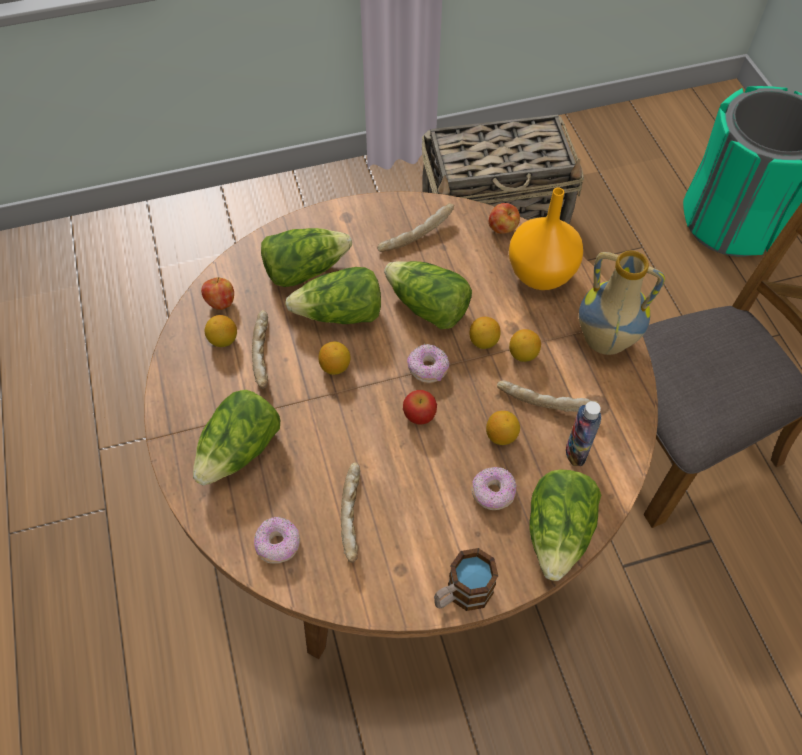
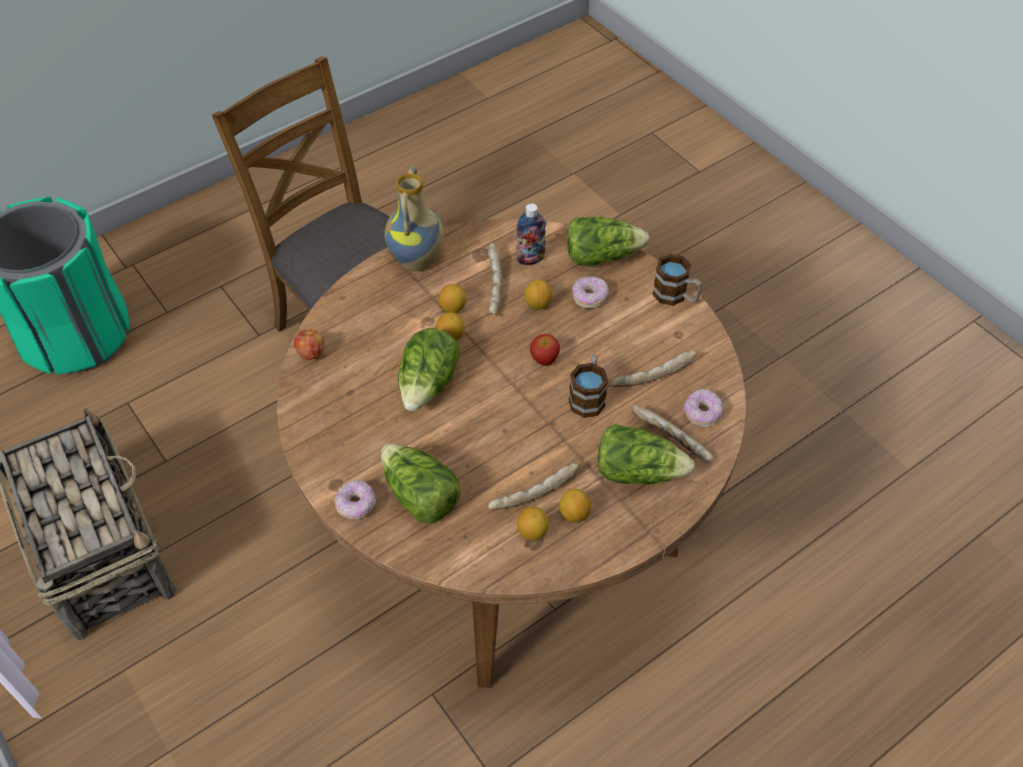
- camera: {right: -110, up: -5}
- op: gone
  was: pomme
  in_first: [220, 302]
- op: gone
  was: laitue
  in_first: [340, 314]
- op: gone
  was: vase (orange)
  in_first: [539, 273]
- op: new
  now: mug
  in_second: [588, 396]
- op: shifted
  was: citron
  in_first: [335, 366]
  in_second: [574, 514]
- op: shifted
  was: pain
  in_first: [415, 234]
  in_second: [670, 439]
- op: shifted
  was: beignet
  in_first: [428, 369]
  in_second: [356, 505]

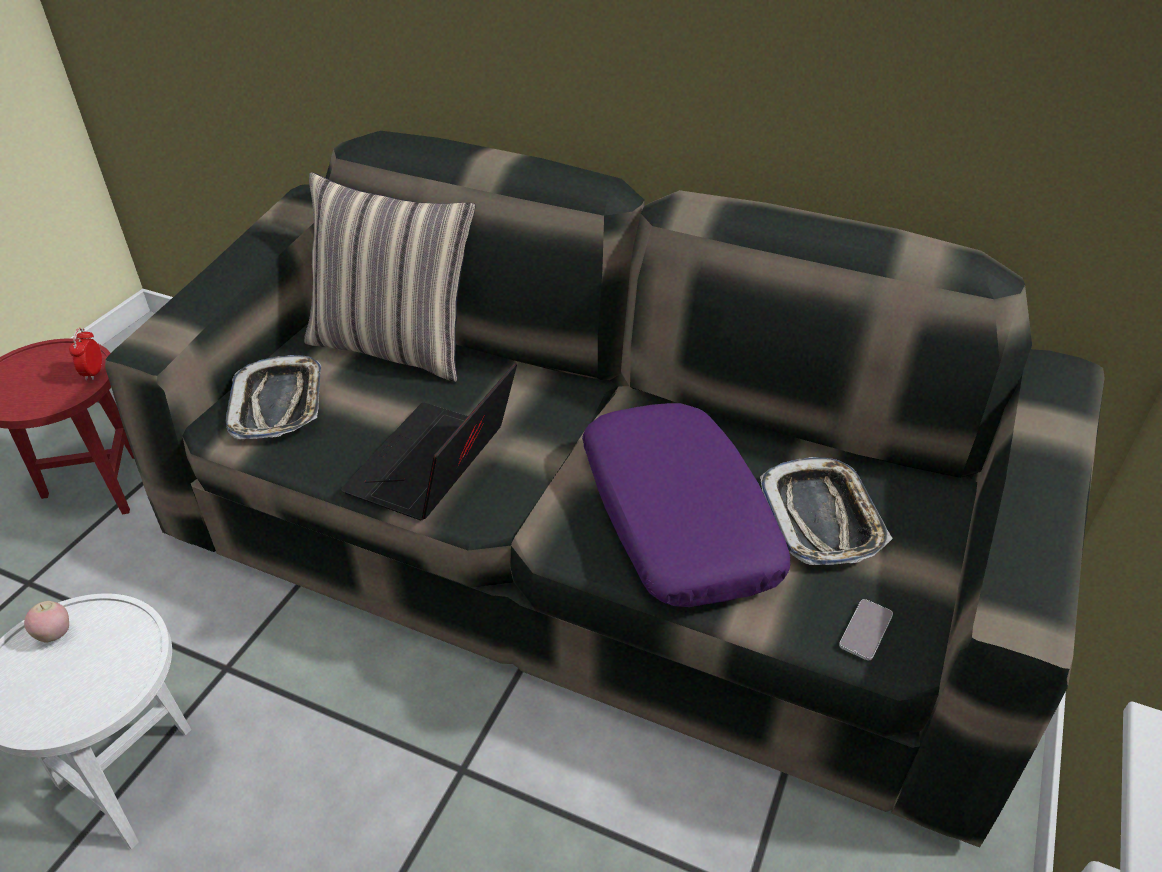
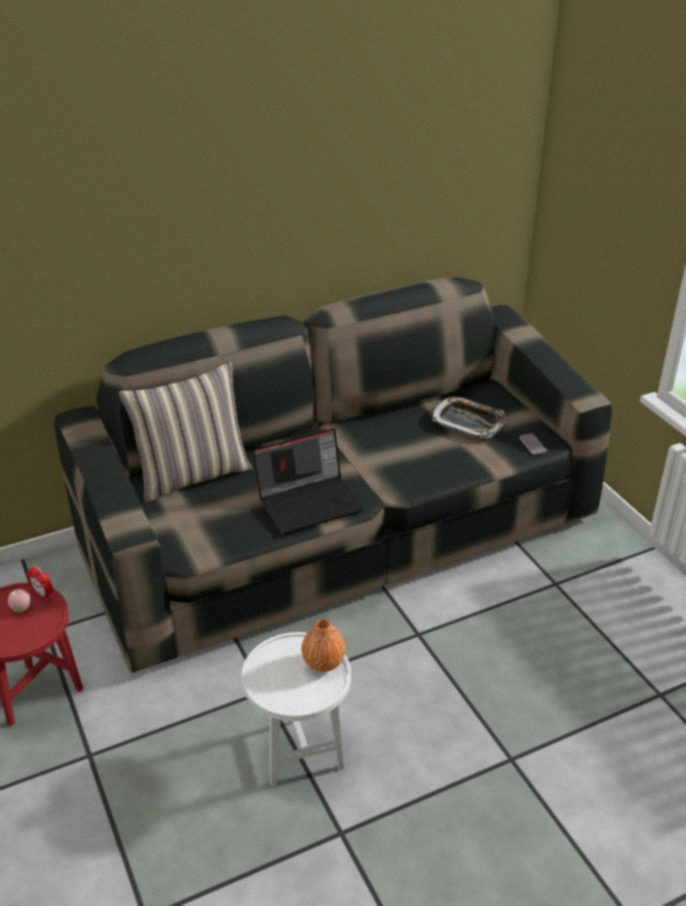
- camera: {right: -50, up: -5}
- op: gone
  was: plateau
  in_first: [279, 404]
- op: gone
  was: coussin (violet)
  in_first: [675, 518]
- op: new
  now: vase (orange)
  in_second: [323, 662]
- op: shifted
  was: pomme
  in_first: [55, 634]
  in_second: [21, 609]
- op: rotated
  was: ordinateur portable
  in_first: [434, 467]
  in_second: [310, 502]
  clockwise: -90

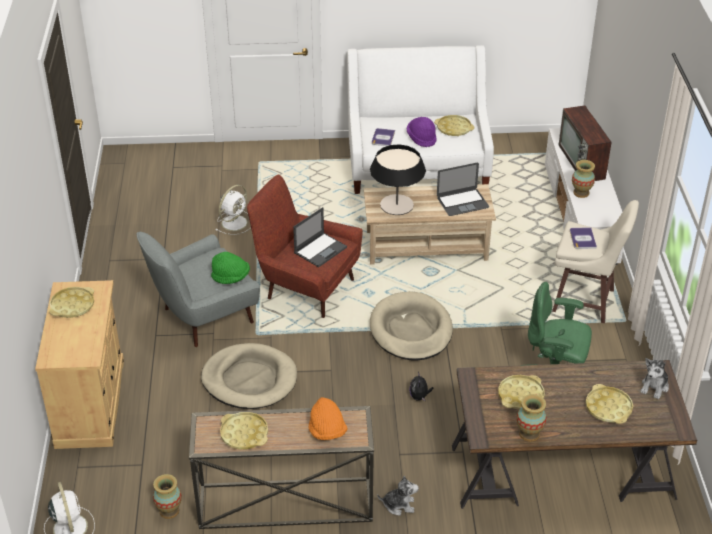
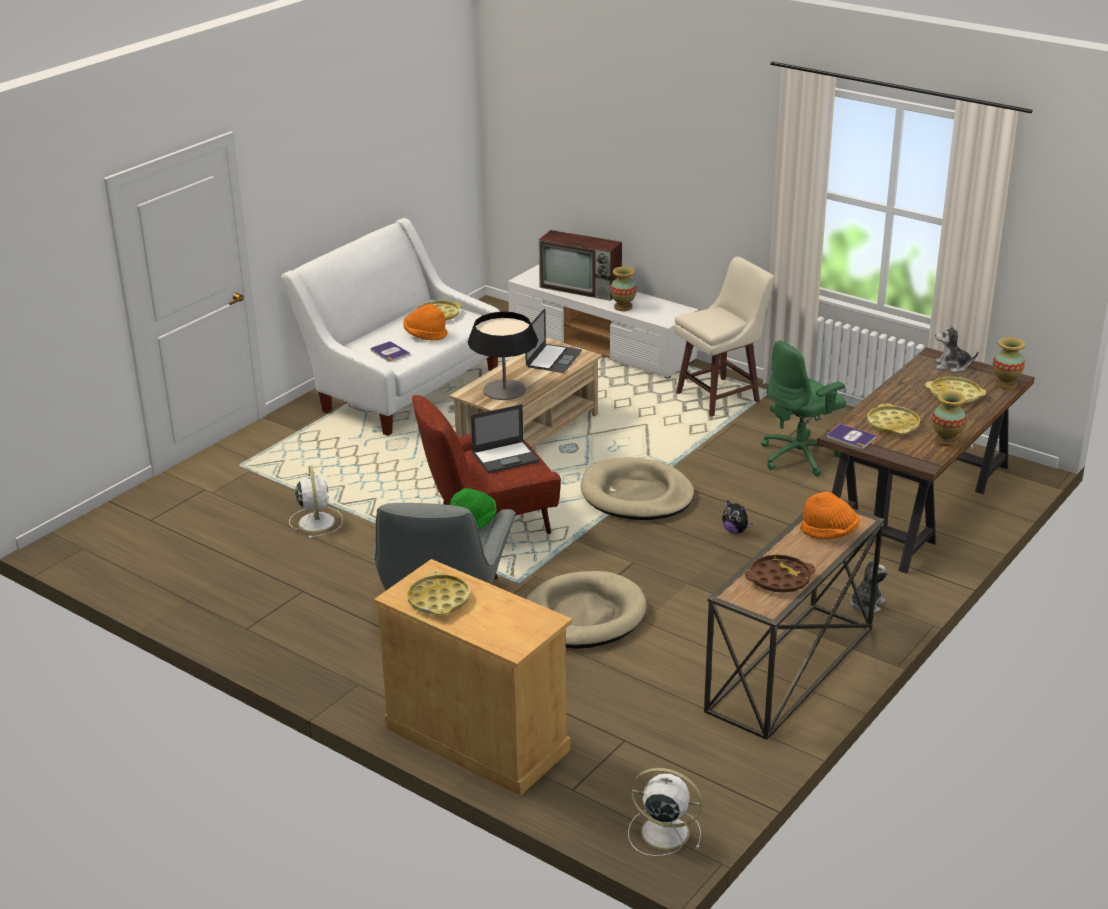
- camera: {right: -50, up: -10}
- op: shifted
  was: vase
  in_first: [169, 511]
  in_second: [1005, 384]
- op: shifted
  was: livre
  in_first: [582, 238]
  in_second: [851, 437]
- op: repainted
  was: plateau (jaune)
  now: plateau (marron)
  in_first: [244, 434]
  in_second: [779, 579]
- op: repainted
  was: chapeau (violet)
  now: chapeau (orange)
  in_first: [421, 138]
  in_second: [425, 335]
- op: rotated
  was: ordinateur portable
  in_first: [320, 249]
  in_second: [506, 457]
  clockwise: 75
- op: rotated
  was: peluche
  in_first: [654, 387]
  in_second: [952, 366]
  clockwise: 120

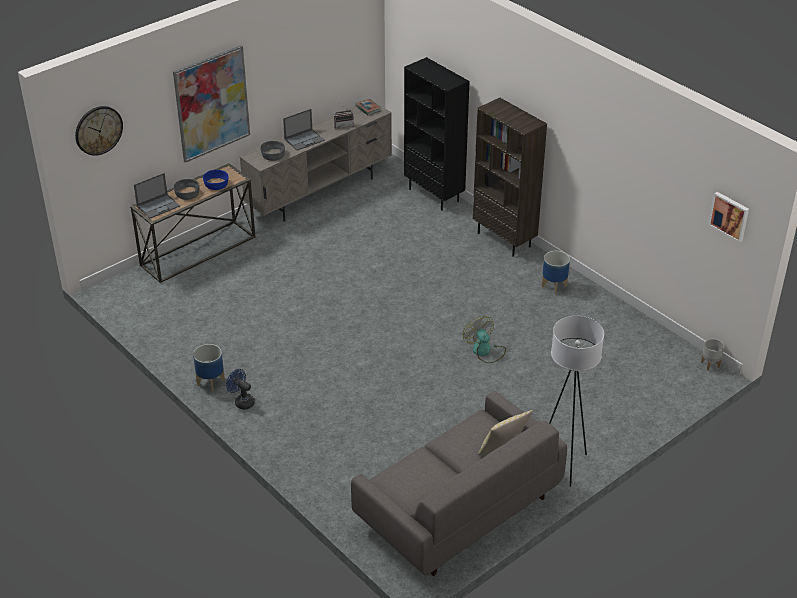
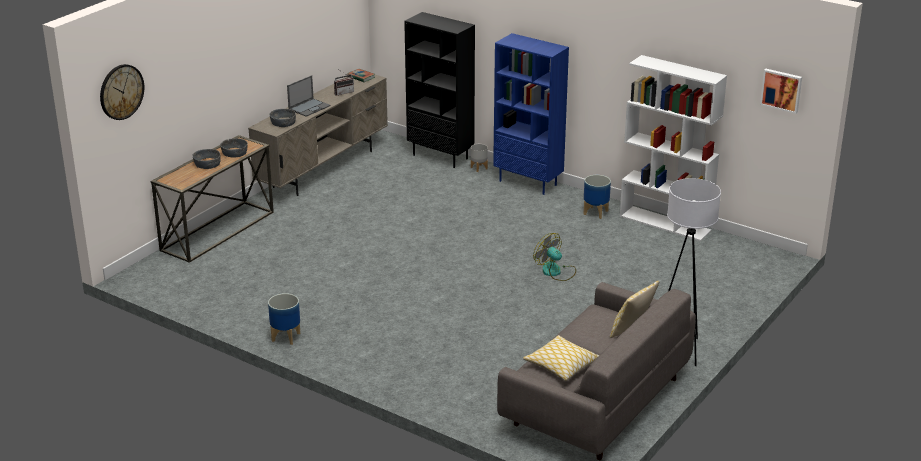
- camera: {right: -15, up: -10}
- op: gone
  was: ordinateur portable
  in_first: [158, 206]
- op: gone
  was: tableau
  in_first: [212, 103]
- op: gone
  was: ventilateur (bleu)
  in_first: [242, 401]
- op: new
  now: coussin
  in_second: [561, 365]
- op: new
  now: bibliothèque (blanc)
  in_second: [665, 223]
- op: shifted
  was: cache-pot (gris)
  in_first: [710, 365]
  in_second: [479, 168]
- op: repainted
  was: bol (bleu)
  now: bol (gris)
  in_first: [216, 184]
  in_second: [235, 153]
- op: repainted
  was: bibliothèque (marron)
  now: bibliothèque (bleu)
  in_first: [504, 240]
  in_second: [528, 183]

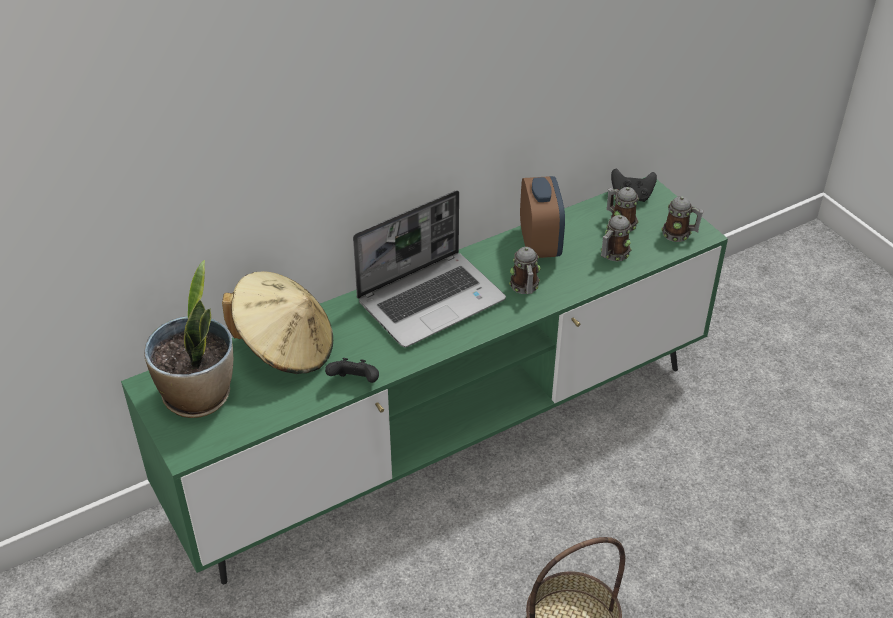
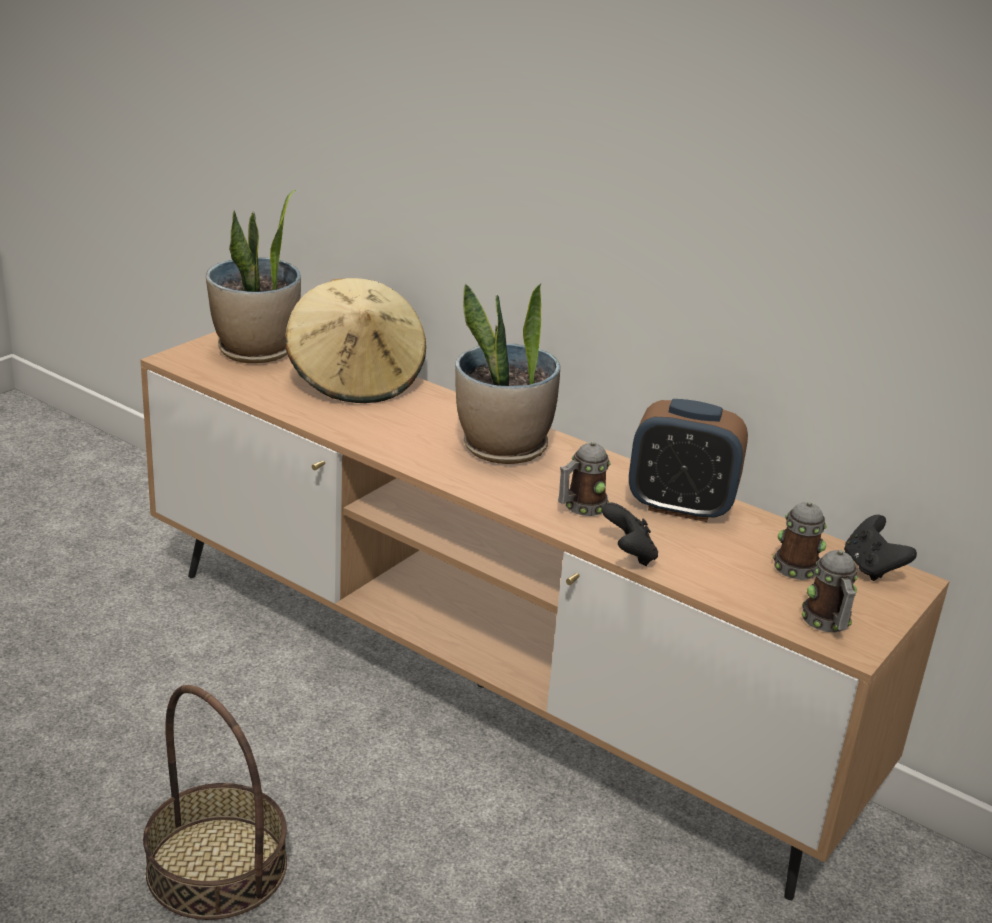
- camera: {right: 65, up: -15}
- op: gone
  was: mug
  in_first: [613, 255]
- op: shifted
  was: manette (noir)
  in_first: [355, 382]
  in_second: [629, 555]
- op: swapped
  was: ordinateur portable
  now: plante en pot
  in_first: [432, 299]
  in_second: [503, 448]
- op: repainted
  was: meuble télé (vert)
  now: meuble télé (marron)
  in_first: [444, 440]
  in_second: [481, 685]
- op: rotated
  was: réveil
  in_first: [540, 245]
  in_second: [680, 507]
  clockwise: 45

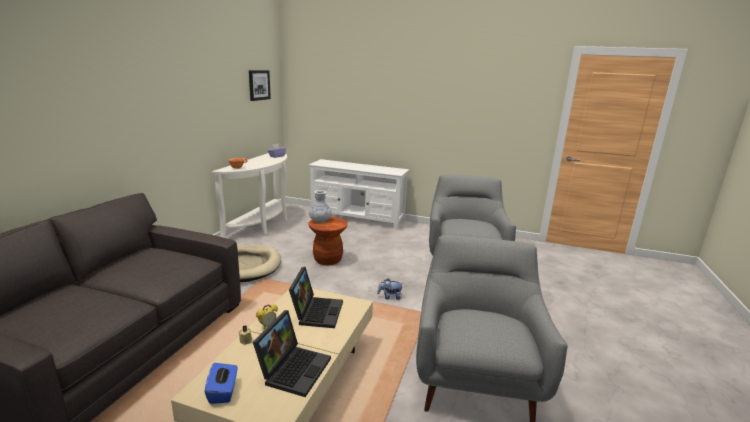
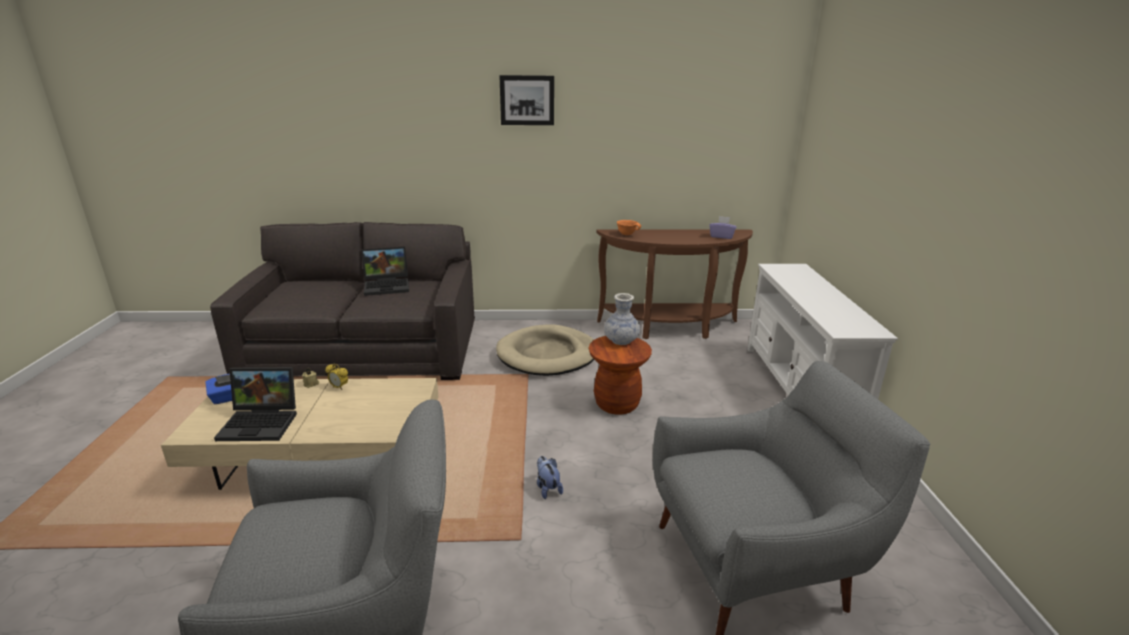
- camera: {right: 70, up: 5}
- op: shifted
  was: tableau
  in_first: [259, 85]
  in_second: [527, 100]
- op: shifted
  was: ordinateur portable
  in_first: [316, 311]
  in_second: [388, 286]
- op: repainted
  was: table console (blanc)
  now: table console (marron)
  in_first: [263, 225]
  in_second: [670, 328]

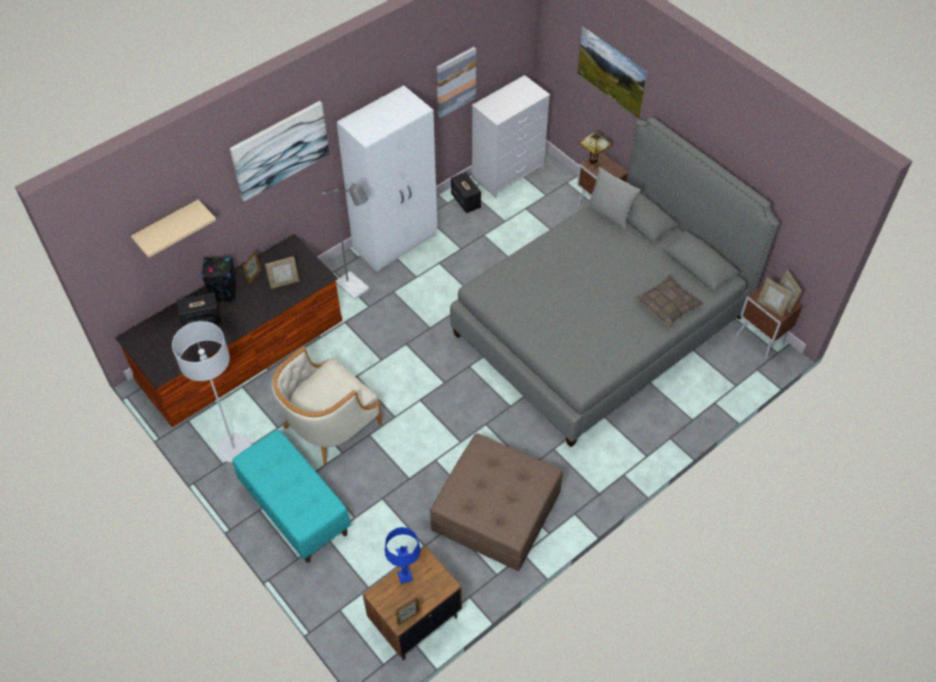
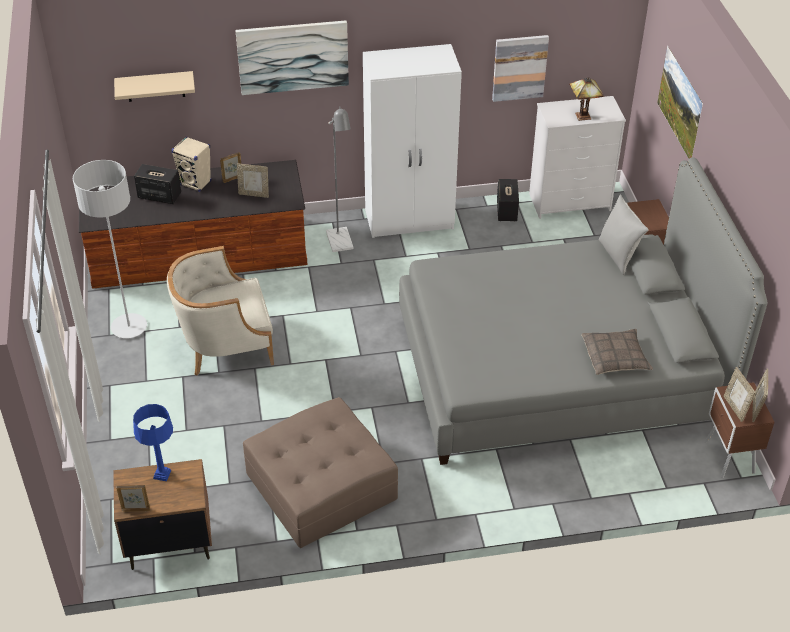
- camera: {right: 30, up: -10}
- op: gone
  was: banc (turquoise)
  in_first: [294, 509]
- op: shifted
  was: lampe de table
  in_first: [591, 163]
  in_second: [582, 115]
- op: repainted
  was: enceinte (noir)
  now: enceinte (beige)
  in_first: [225, 294]
  in_second: [196, 183]

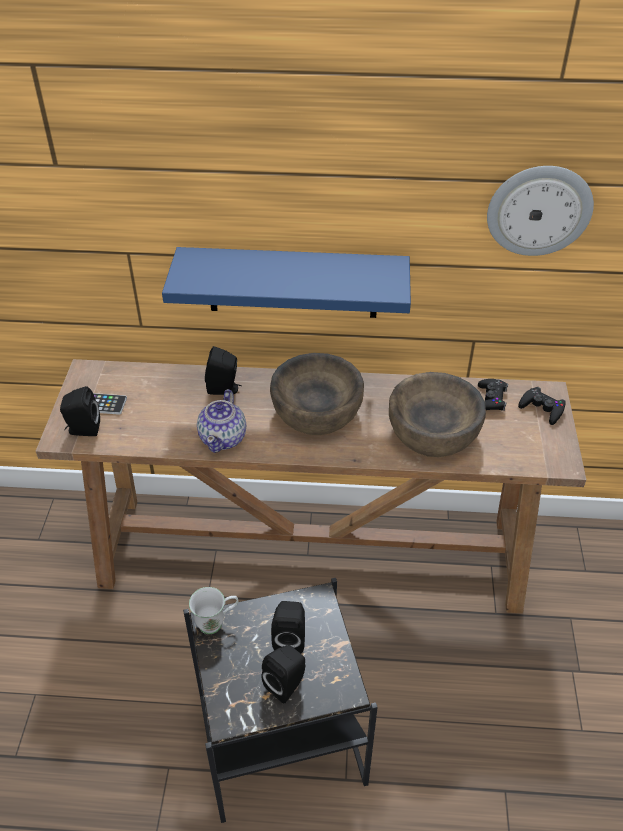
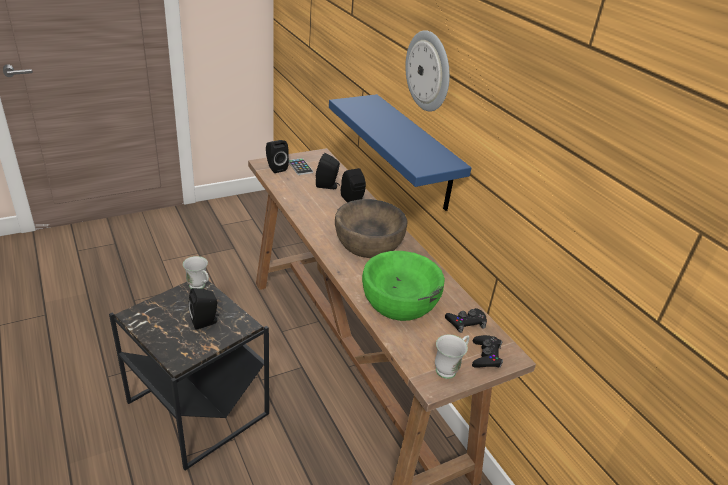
- camera: {right: 55, up: -10}
- op: gone
  was: théière
  in_first: [223, 438]
- op: new
  now: mug (blanc)
  in_second: [449, 368]
- op: shifted
  was: enceinte (noir)
  in_first: [287, 684]
  in_second: [328, 186]
- op: shifted
  was: horloge murale
  in_first: [539, 210]
  in_second: [429, 71]
- op: repainted
  was: bol (marron)
  now: bol (vert)
  in_first: [433, 432]
  in_second: [400, 301]

